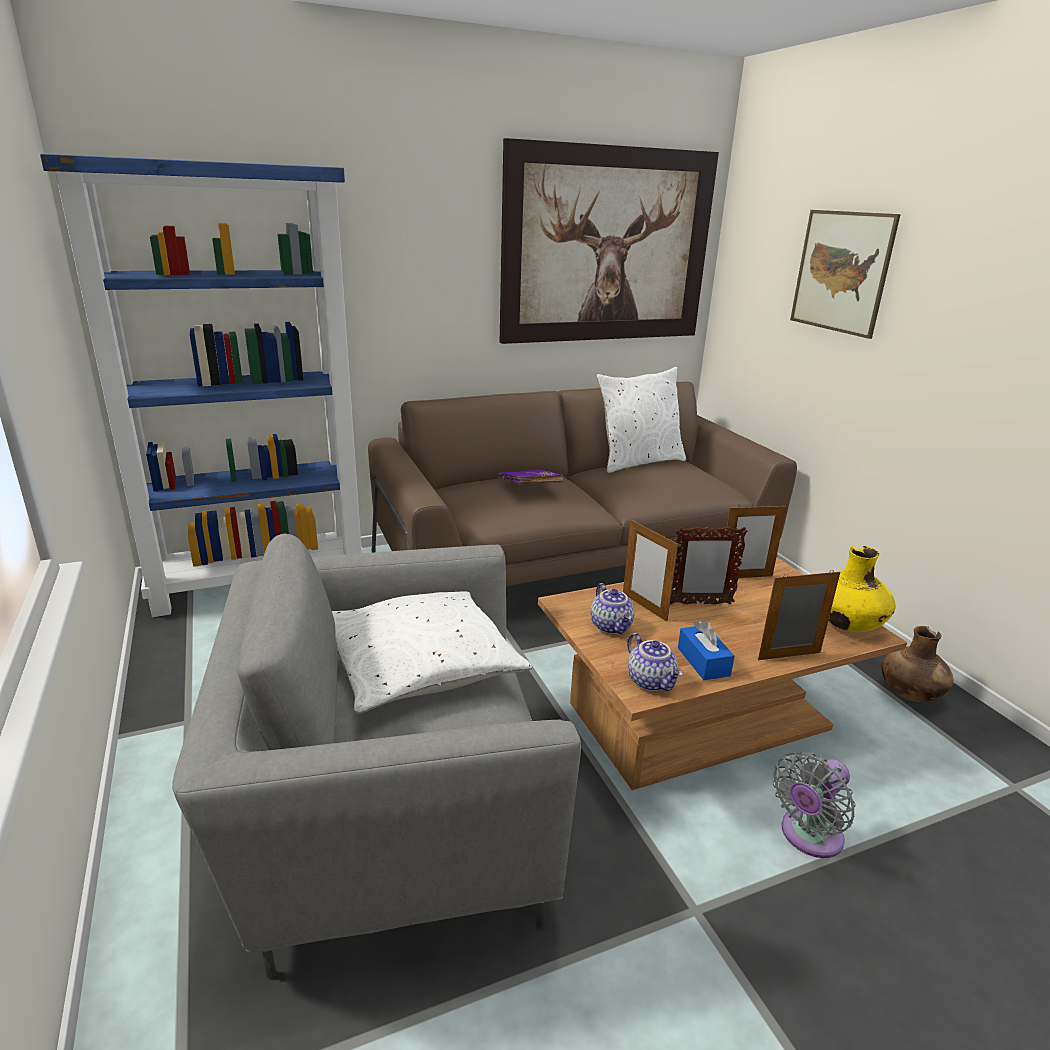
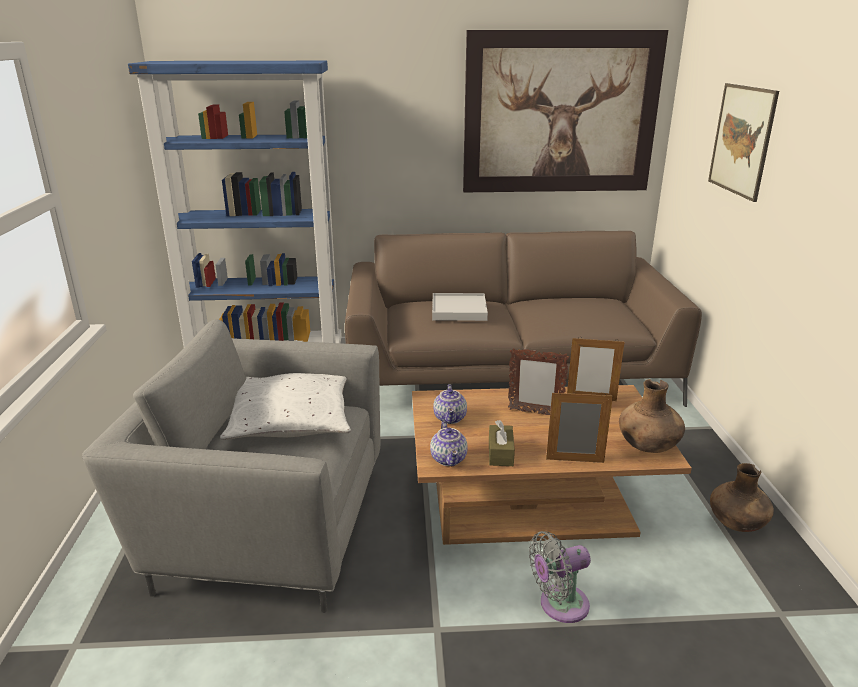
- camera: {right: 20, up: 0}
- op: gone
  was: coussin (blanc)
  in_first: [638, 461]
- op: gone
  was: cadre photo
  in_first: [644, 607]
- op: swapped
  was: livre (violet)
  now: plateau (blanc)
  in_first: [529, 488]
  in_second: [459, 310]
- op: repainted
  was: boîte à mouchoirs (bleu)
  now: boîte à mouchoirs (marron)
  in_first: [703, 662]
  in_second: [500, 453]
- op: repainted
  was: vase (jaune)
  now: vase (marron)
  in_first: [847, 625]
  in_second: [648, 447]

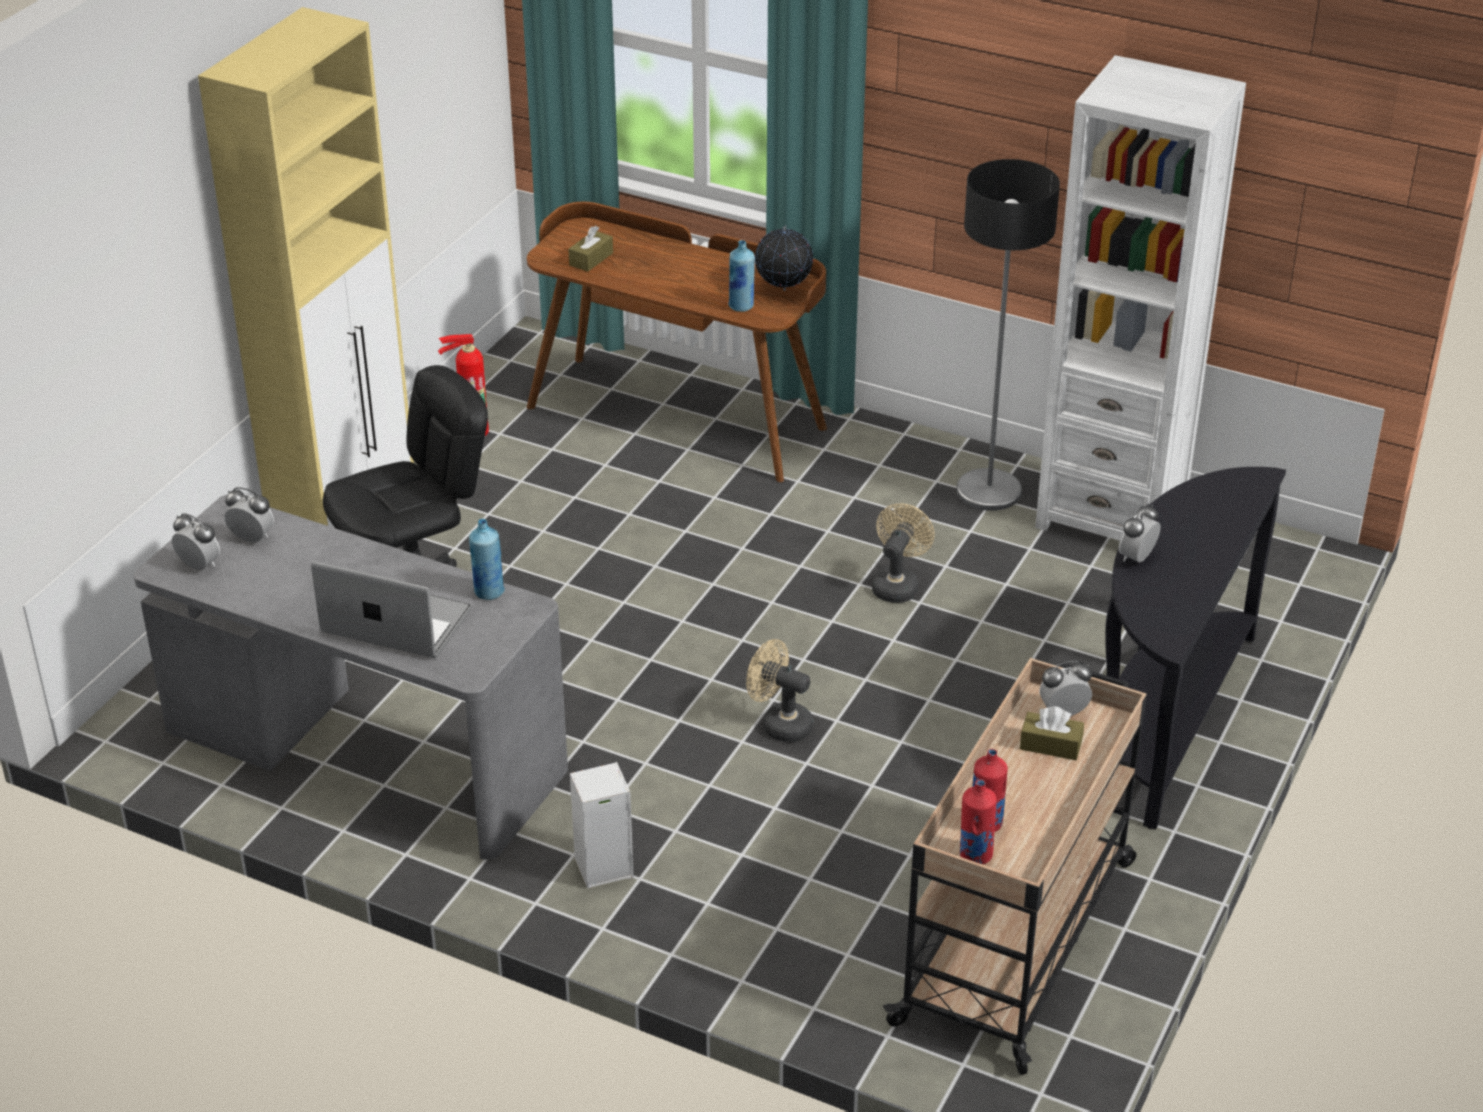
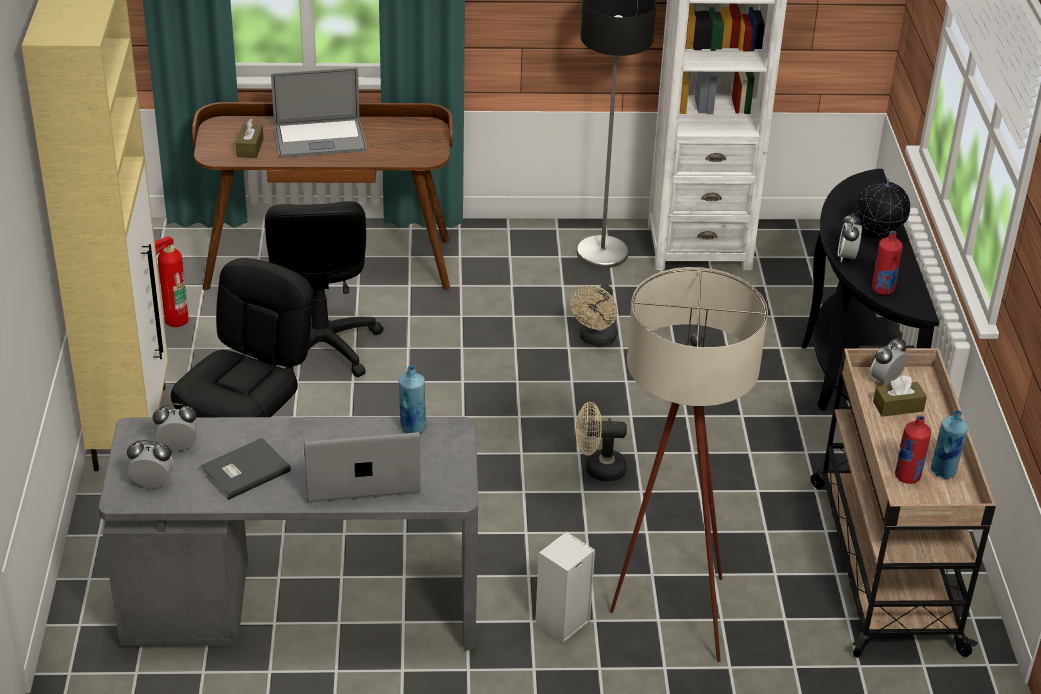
- camera: {right: -30, up: 0}
- op: new
  now: livre (gris)
  in_second: [243, 470]
- op: new
  now: chaise de bureau (noir)
  in_second: [320, 346]
- op: new
  now: ordinateur portable
  in_second: [320, 139]
- op: new
  now: lampadaire (beige)
  in_second: [667, 614]
- op: shifted
  was: bouteille (bleu)
  in_first: [741, 306]
  in_second: [943, 471]
- op: shifted
  was: globe
  in_first: [783, 290]
  in_second: [878, 236]
- op: shifted
  was: bouteille (rouge)
  in_first: [975, 855]
  in_second: [882, 289]
- op: rotated
  was: ventilateur (beige)
  in_first: [897, 584]
  in_second: [595, 340]
  clockwise: -150

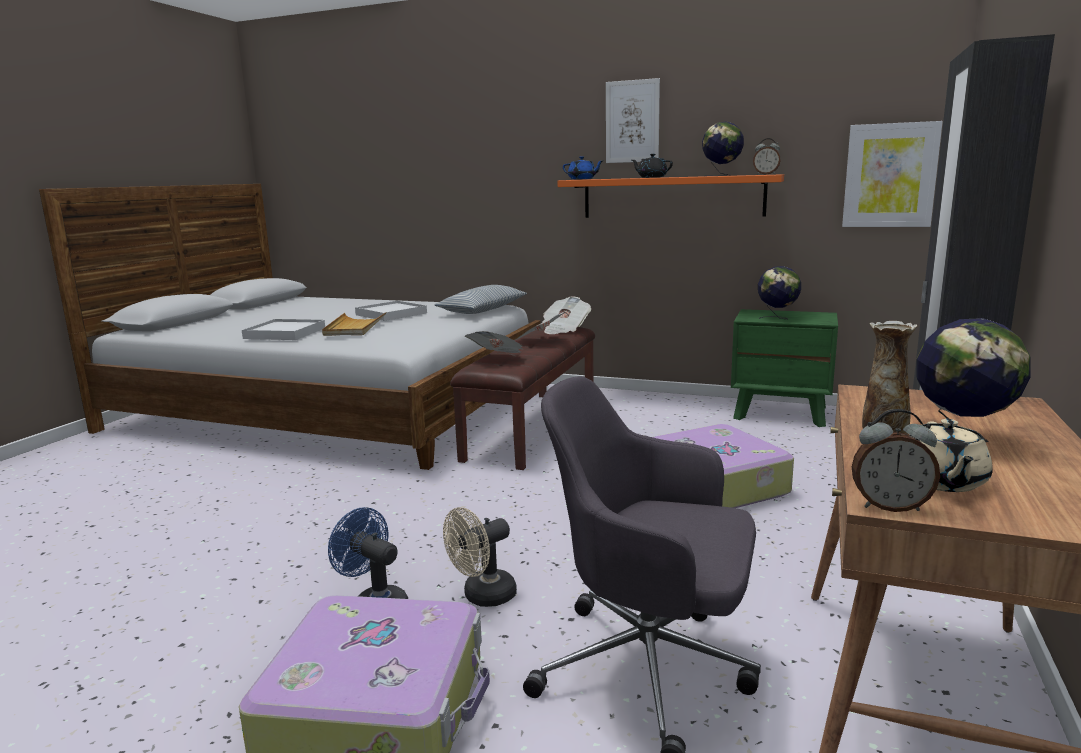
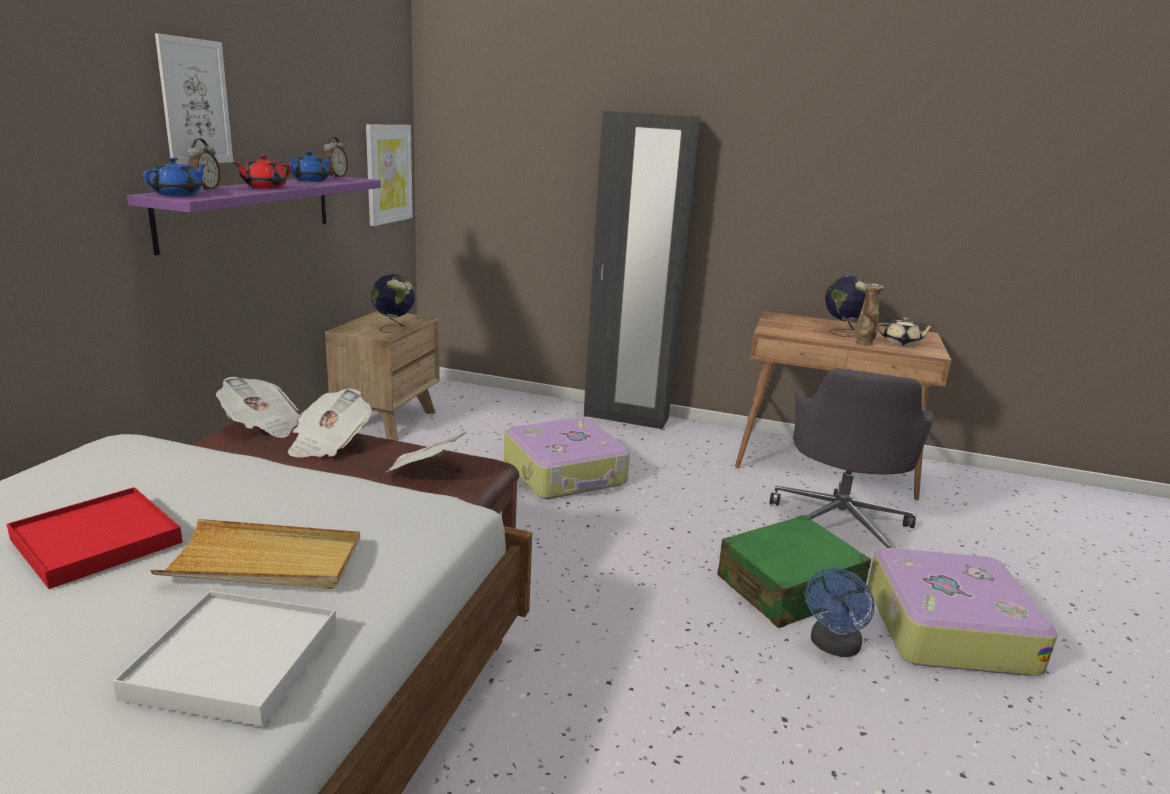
- camera: {right: -95, up: 5}
- op: gone
  was: coussin
  in_first: [483, 310]
- op: shifted
  was: réveil
  in_first: [890, 506]
  in_second: [205, 189]
- op: swapped
  was: ventilateur (beige)
  now: valise (vert)
  in_first: [482, 597]
  in_second: [789, 588]
- op: swapped
  was: globe
  now: théière (bleu)
  in_first: [721, 175]
  in_second: [311, 180]
- op: repainted
  was: plateau (blanc)
  now: plateau (rouge)
  in_first: [391, 314]
  in_second: [97, 541]
- op: repainted
  was: étagère (orange)
  now: étagère (violet)
  in_first: [672, 197]
  in_second: [249, 210]
- op: repainted
  was: théière (noir)
  now: théière (rouge)
  in_first: [651, 177]
  in_second: [264, 187]
- op: repainted
  was: table de chevet (vert)
  now: table de chevet (marron)
  in_first: [780, 413]
  in_second: [387, 420]

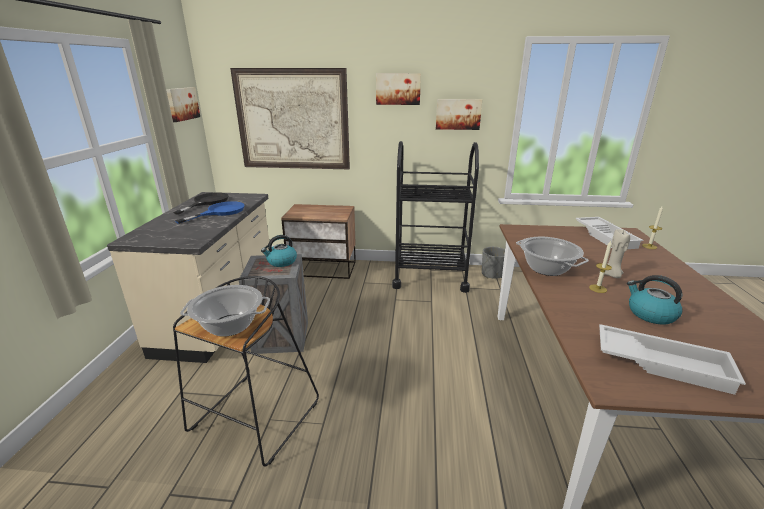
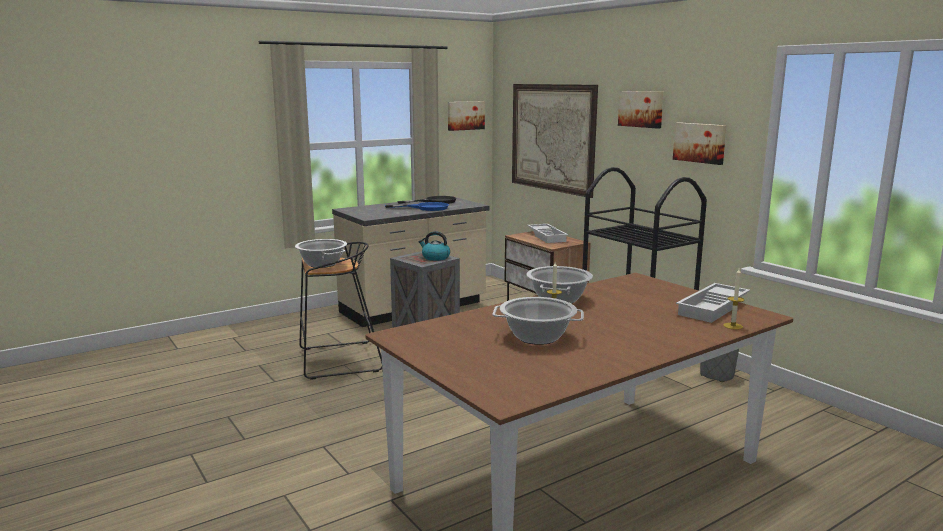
- camera: {right: 50, up: -10}
- op: gone
  was: bougie (beige)
  in_first: [611, 275]
- op: shifted
  was: plateau (blanc)
  in_first: [661, 362]
  in_second: [547, 236]
- op: swapped
  was: bouilloire
  now: marmite
  in_first: [650, 314]
  in_second: [537, 337]

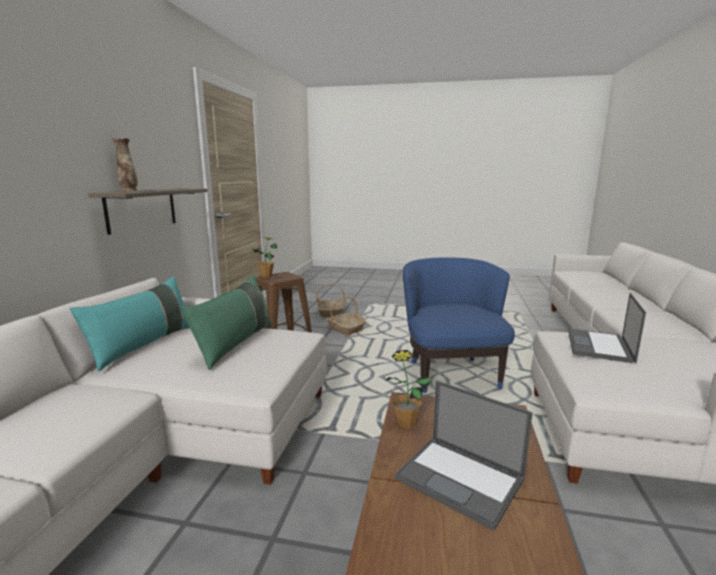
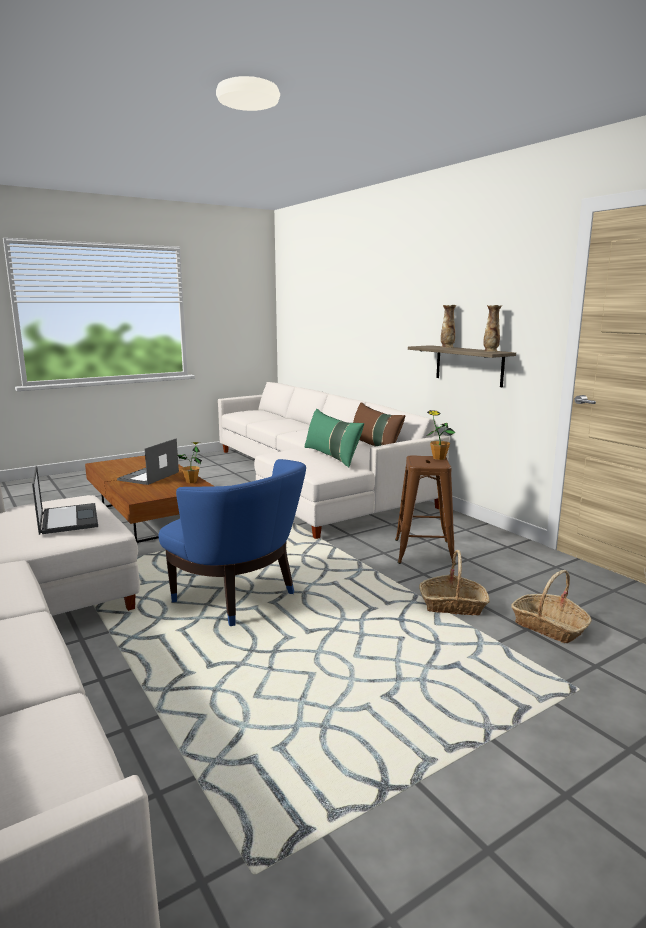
- camera: {right: 135, up: 0}
- op: new
  now: vase
  in_second: [490, 351]
- op: repainted
  was: coussin (turquoise)
  now: coussin (marron)
  in_first: [144, 345]
  in_second: [375, 446]
- op: rotated
  was: ordinateur portable
  in_first: [461, 479]
  in_second: [148, 476]
  clockwise: -60

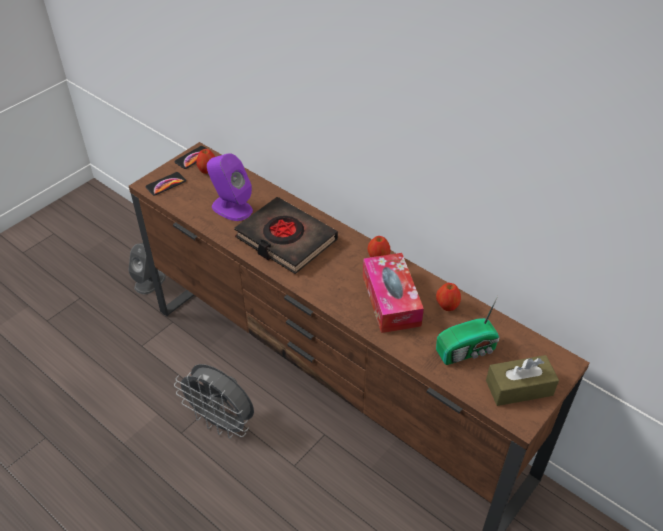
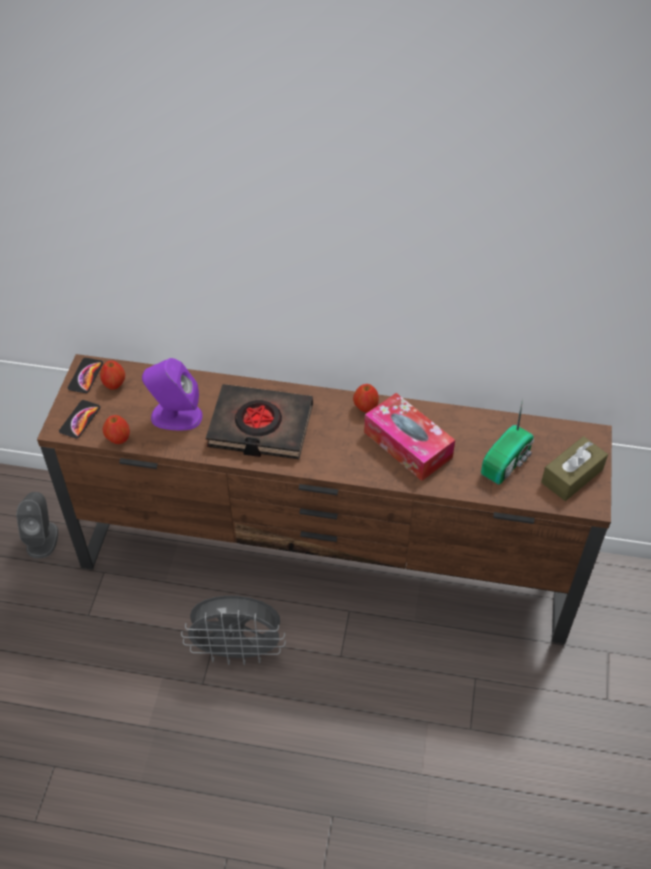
- camera: {right: -30, up: 5}
- op: shifted
  was: pomme
  in_first: [447, 306]
  in_second: [118, 439]

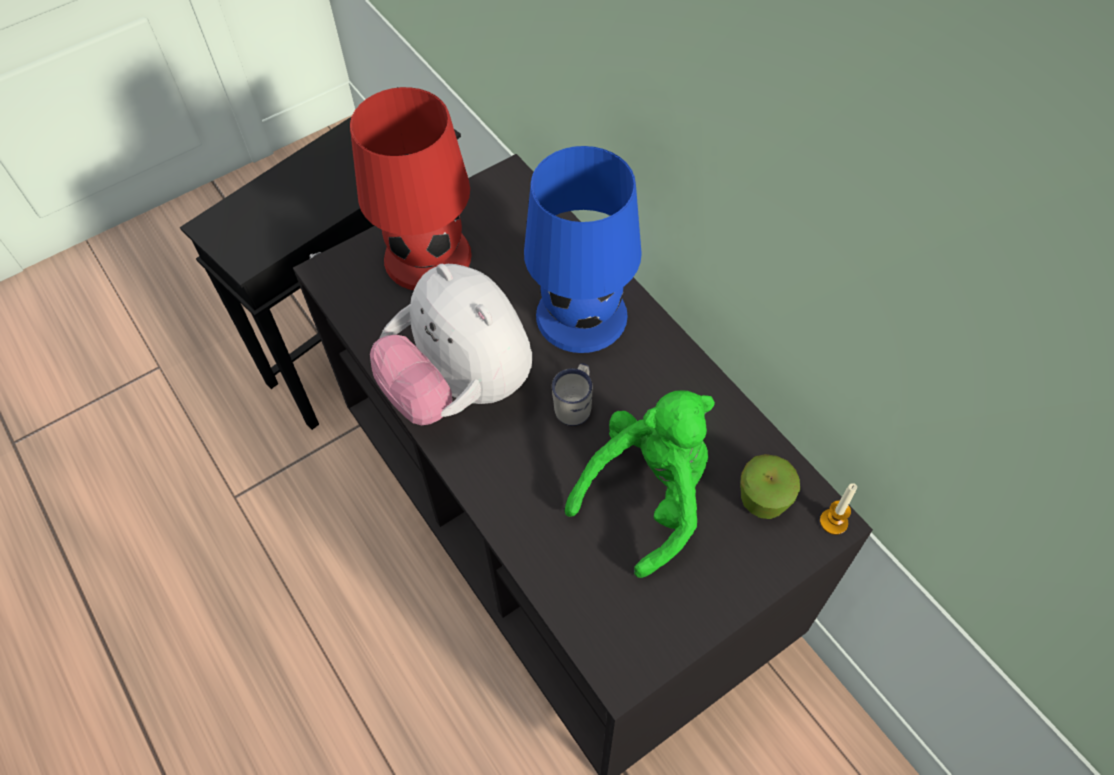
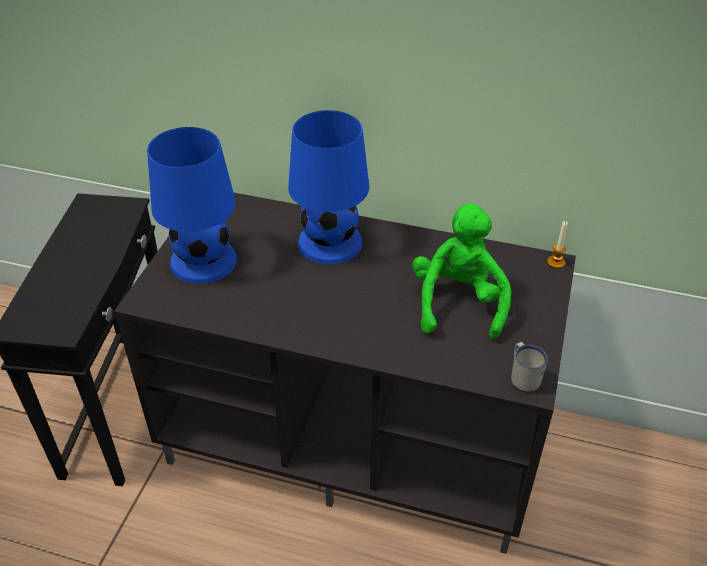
- camera: {right: -40, up: -15}
- op: gone
  was: peluche
  in_first: [460, 387]
- op: gone
  was: pomme
  in_first: [763, 499]
- op: shifted
  was: mug (blanc)
  in_first: [576, 405]
  in_second: [523, 377]
- op: repainted
  was: lampe de table (rouge)
  now: lampe de table (bleu)
  in_first: [426, 257]
  in_second: [203, 261]

